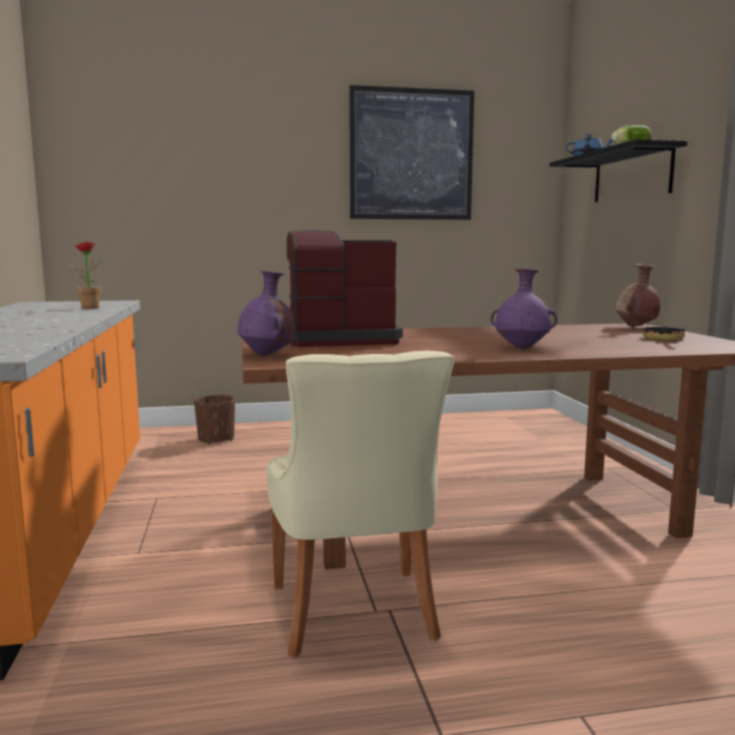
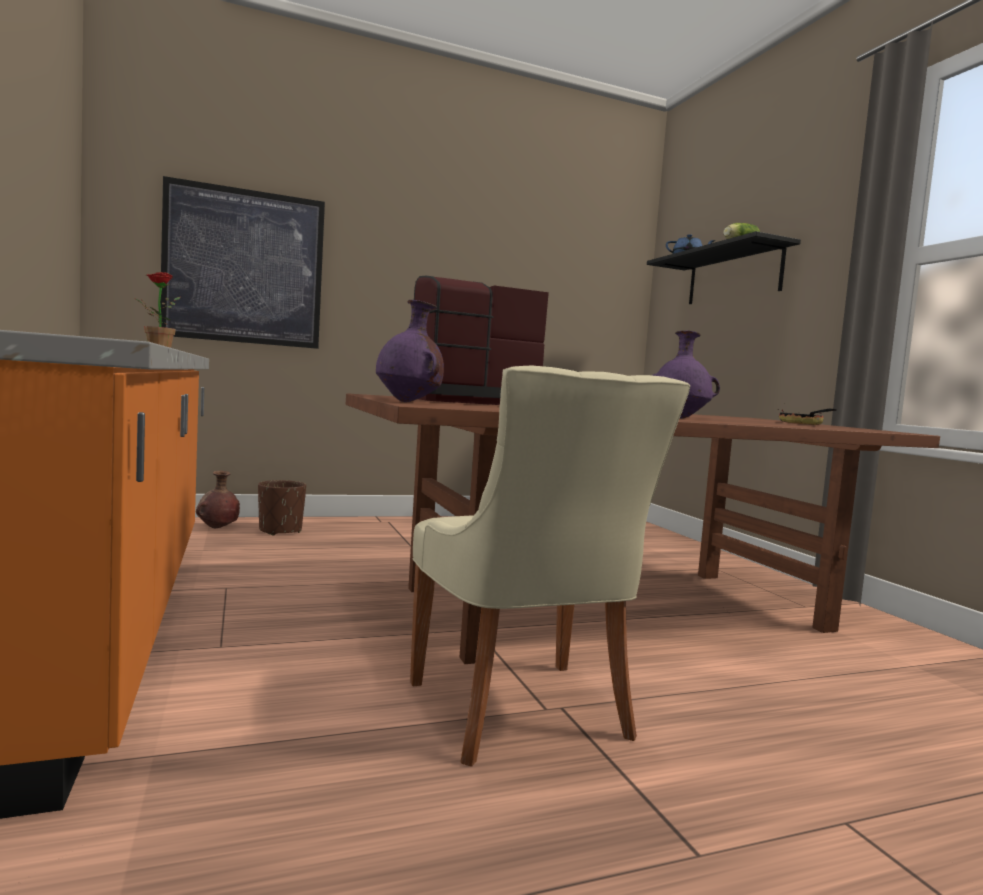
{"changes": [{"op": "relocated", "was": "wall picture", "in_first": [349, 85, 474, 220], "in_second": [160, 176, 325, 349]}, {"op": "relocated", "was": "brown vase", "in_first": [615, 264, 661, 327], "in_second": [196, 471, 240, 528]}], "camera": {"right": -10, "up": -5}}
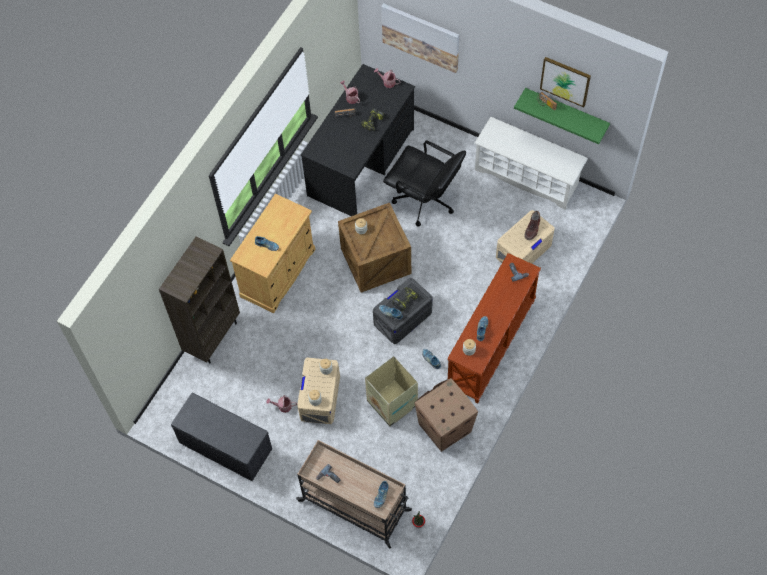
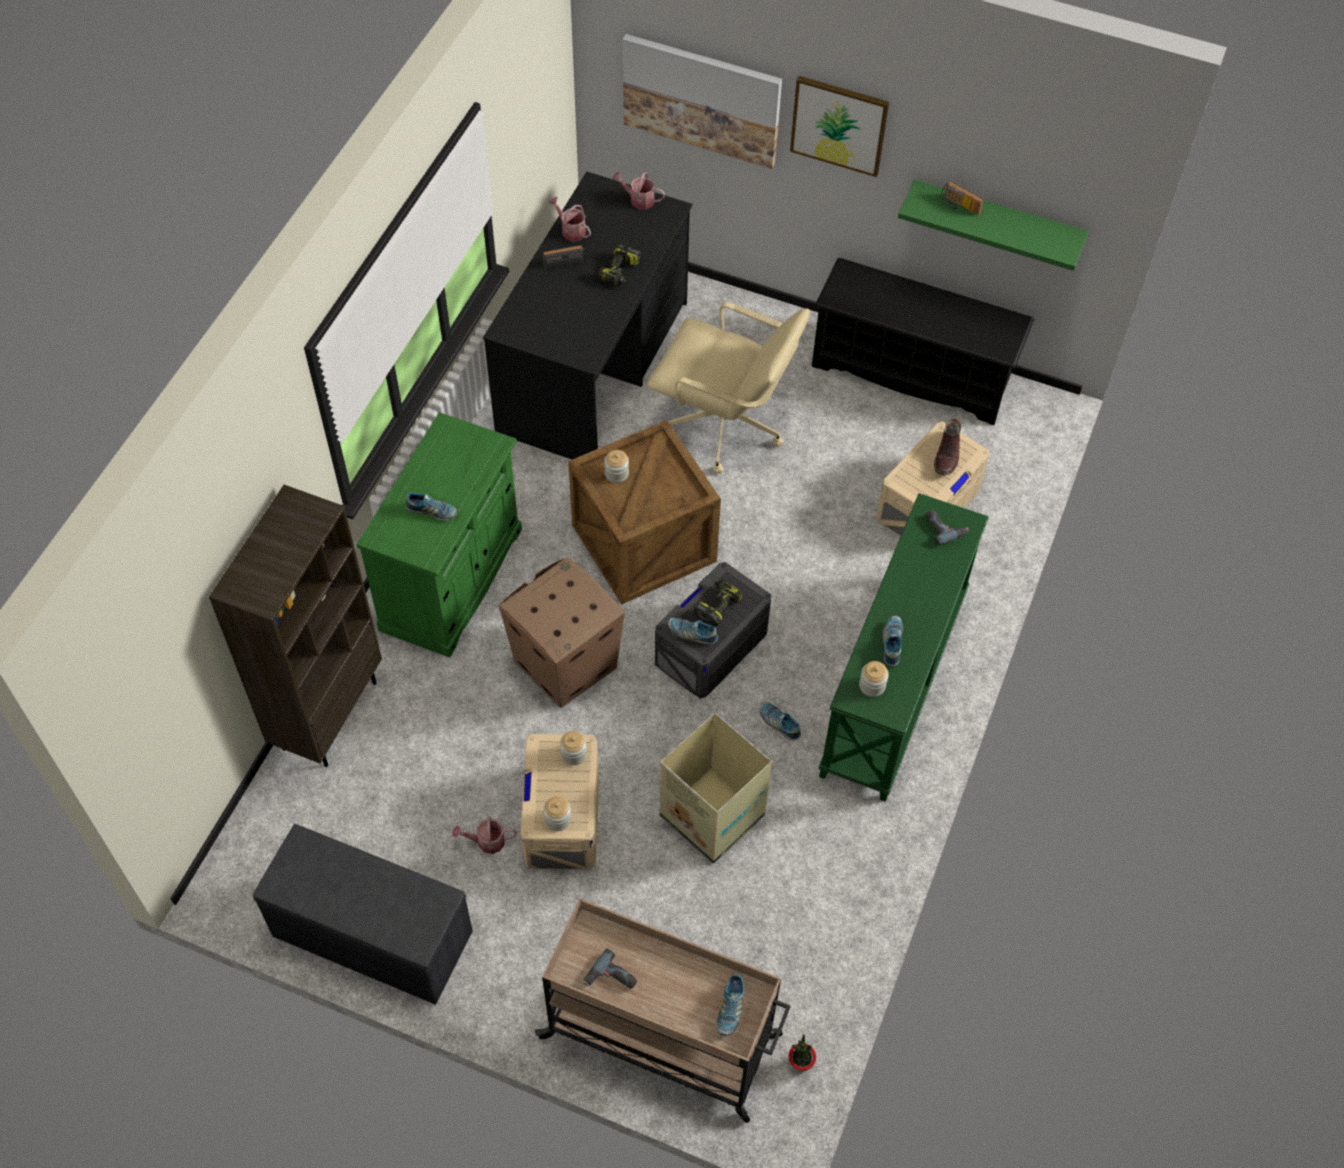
{"changes": [{"op": "colour", "was": "sand-coloured storage cabinet", "now": "green storage cabinet", "in_first": [230, 194, 315, 313], "in_second": [357, 412, 522, 657]}, {"op": "relocated", "was": "cardboard box", "in_first": [414, 378, 478, 452], "in_second": [499, 557, 625, 708]}, {"op": "colour", "was": "black computer chair", "now": "sand-coloured computer chair", "in_first": [383, 140, 466, 227], "in_second": [648, 302, 810, 474]}, {"op": "relocated", "was": "wall picture", "in_first": [540, 57, 591, 107], "in_second": [790, 76, 889, 177]}, {"op": "colour", "was": "white-coloured shoe shelf", "now": "black shoe shelf", "in_first": [475, 117, 588, 210], "in_second": [812, 258, 1034, 425]}, {"op": "colour", "was": "brown narrow table", "now": "green narrow table", "in_first": [447, 253, 541, 403], "in_second": [818, 493, 989, 802]}], "camera": {"right": -10, "up": -5}}
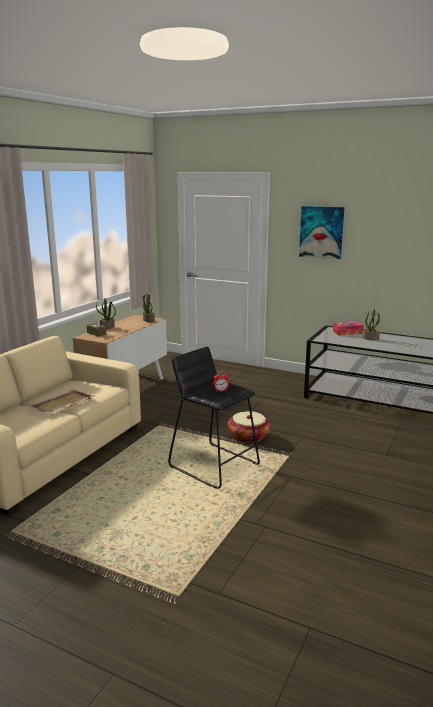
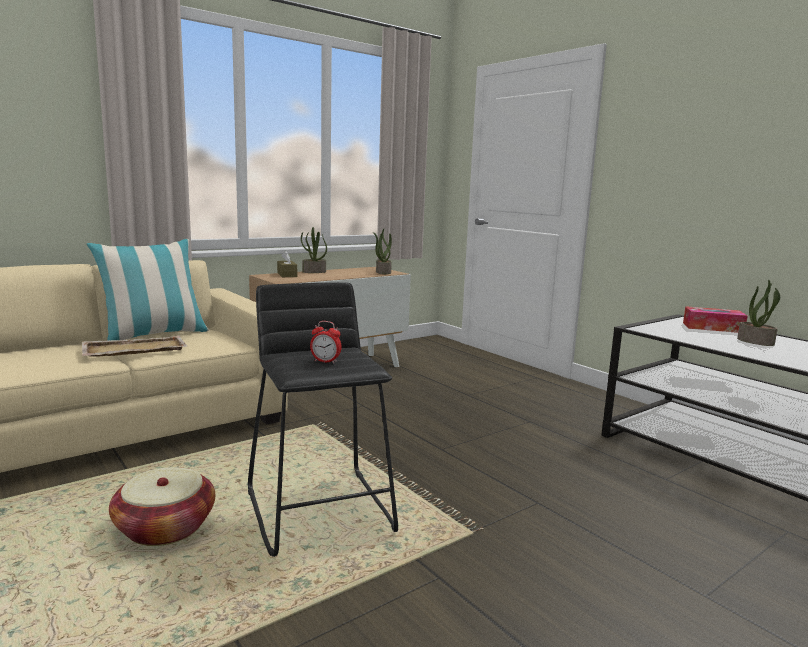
{"changes": [{"op": "appeared", "now": "cushion", "in_second": [87, 239, 209, 341]}, {"op": "relocated", "was": "household basket", "in_first": [228, 411, 270, 443], "in_second": [109, 467, 215, 546]}, {"op": "missing", "was": "wall picture", "in_first": [299, 206, 344, 259]}], "camera": {"right": 25, "up": -5}}
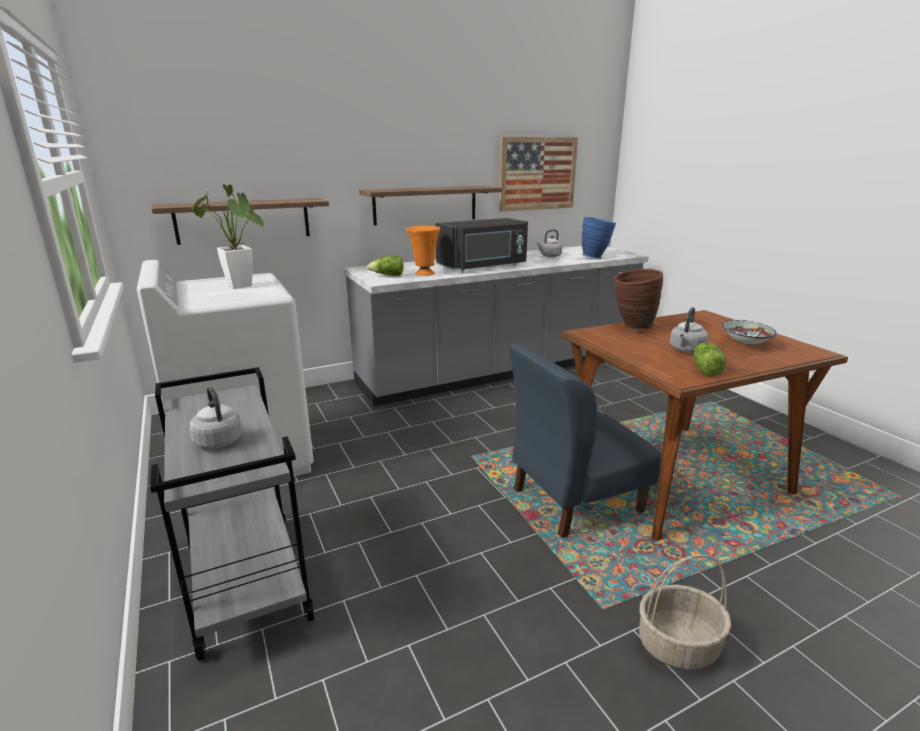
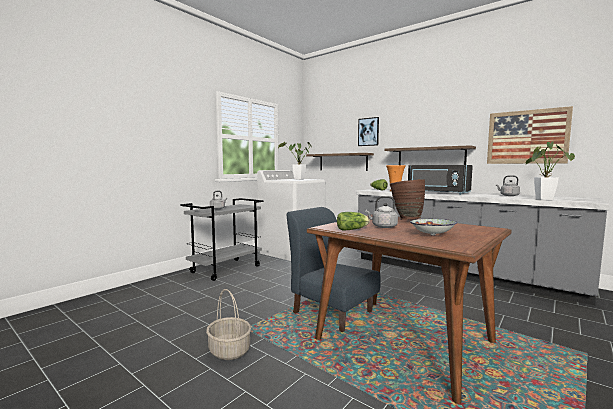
{"changes": [{"op": "appeared", "now": "wall picture", "in_second": [358, 117, 379, 146]}, {"op": "exchanged", "was": "blue-coloured vase", "now": "potted plant", "in_first": [582, 217, 616, 259], "in_second": [526, 141, 575, 200]}], "camera": {"right": 65, "up": -15}}
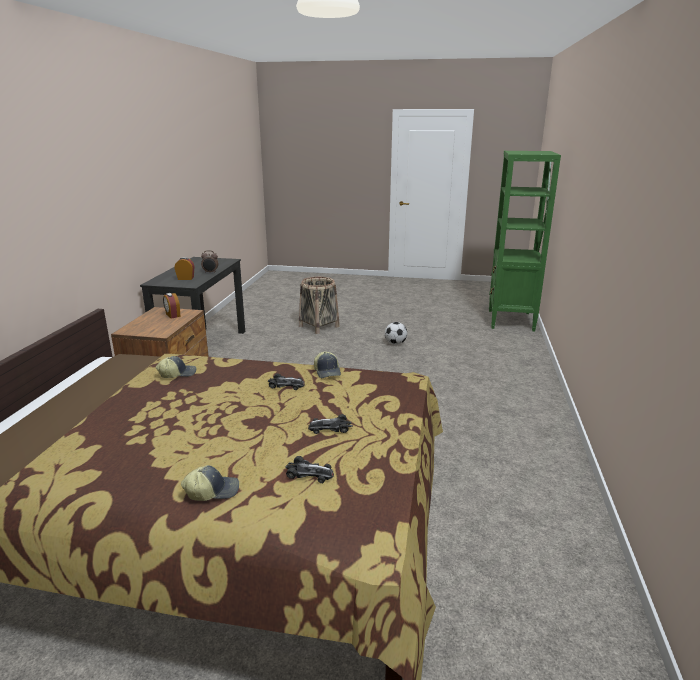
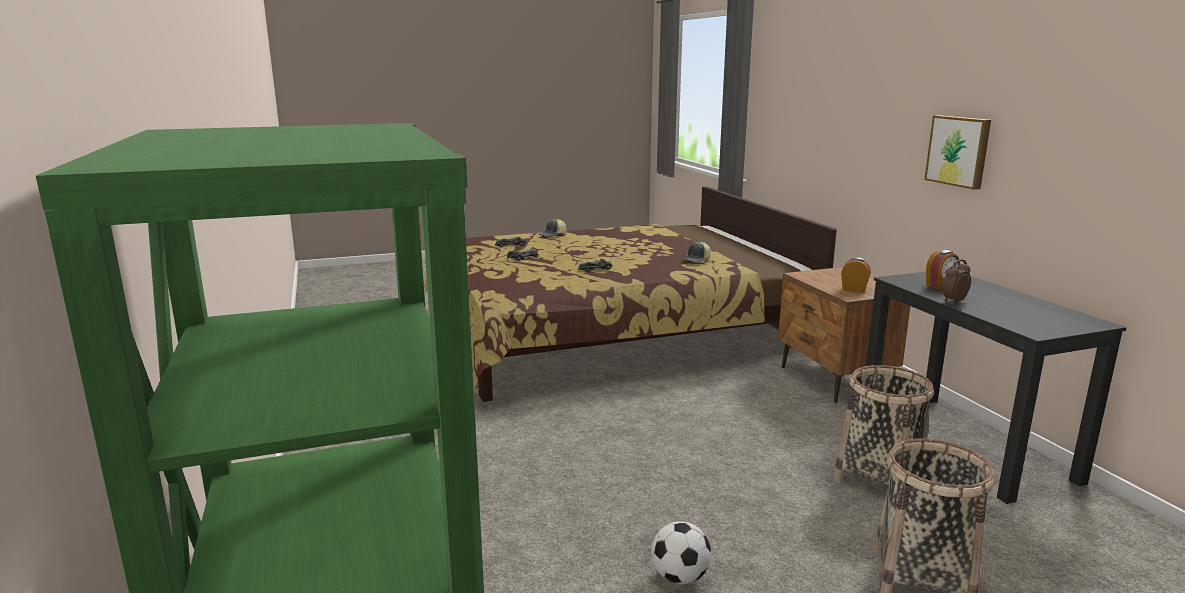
{"changes": [{"op": "appeared", "now": "household basket", "in_second": [833, 365, 934, 485]}, {"op": "appeared", "now": "wall picture", "in_second": [924, 115, 991, 190]}, {"op": "missing", "was": "cap", "in_first": [314, 352, 341, 378]}], "camera": {"right": 150, "up": -5}}
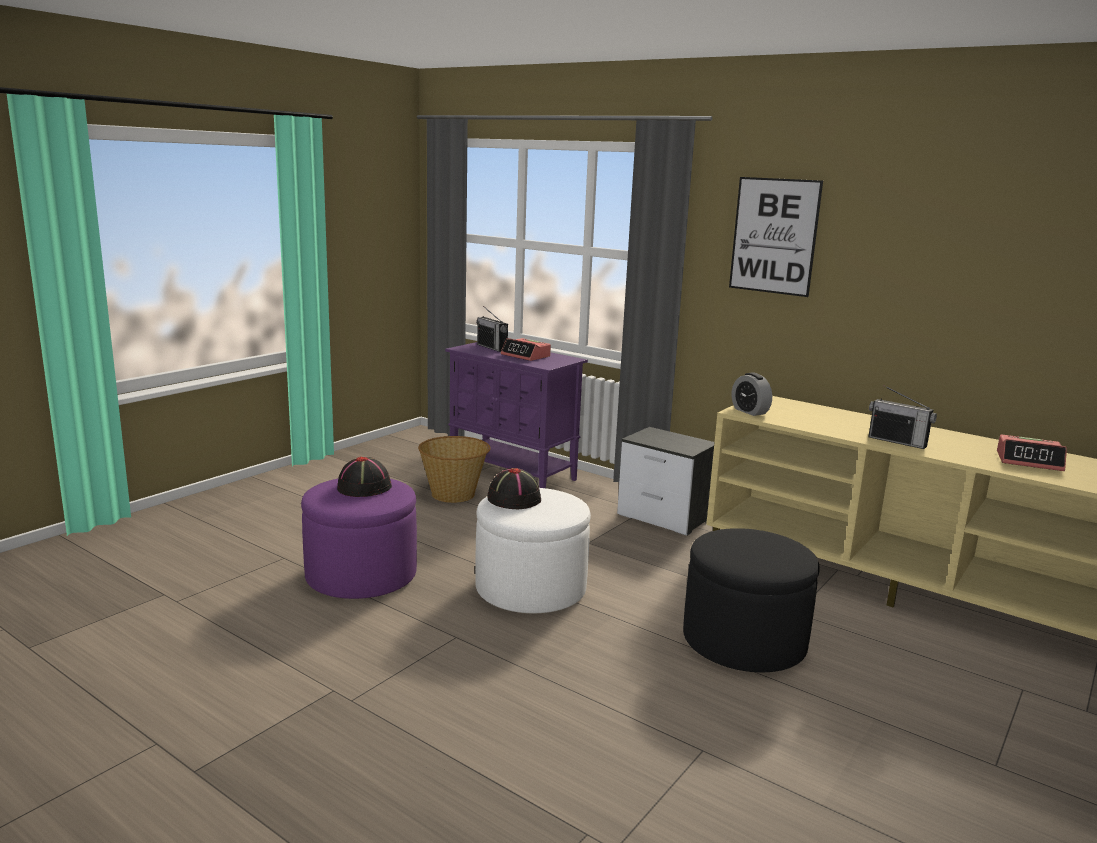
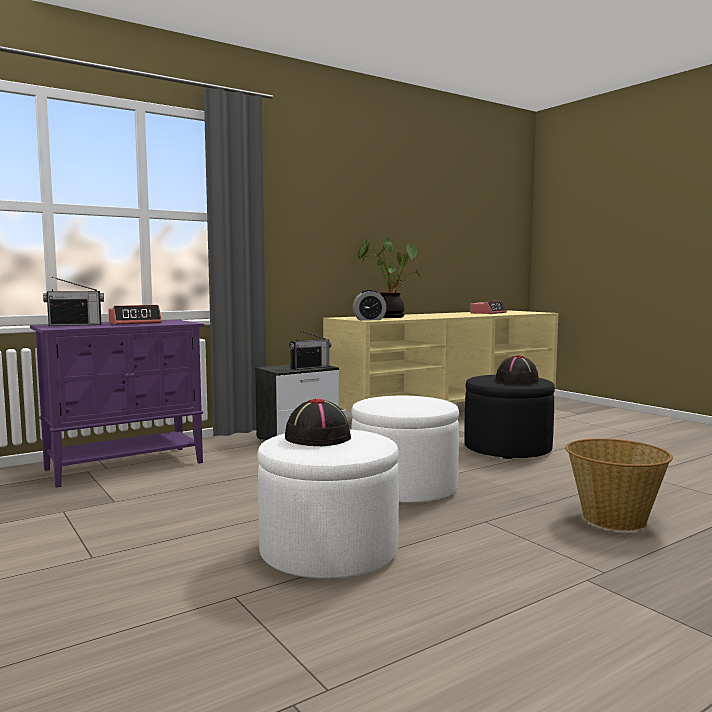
{"changes": [{"op": "colour", "was": "purple ottoman", "now": "white-coloured ottoman", "in_first": [301, 479, 417, 599], "in_second": [257, 429, 399, 579]}, {"op": "relocated", "was": "radio receiver", "in_first": [869, 385, 937, 449], "in_second": [289, 329, 331, 370]}, {"op": "appeared", "now": "potted plant", "in_second": [358, 237, 422, 318]}, {"op": "relocated", "was": "black hat", "in_first": [487, 468, 541, 509], "in_second": [495, 355, 539, 383]}, {"op": "relocated", "was": "household basket", "in_first": [418, 436, 491, 503], "in_second": [565, 439, 673, 531]}, {"op": "missing", "was": "wall picture", "in_first": [729, 177, 823, 297]}], "camera": {"right": -70, "up": -10}}
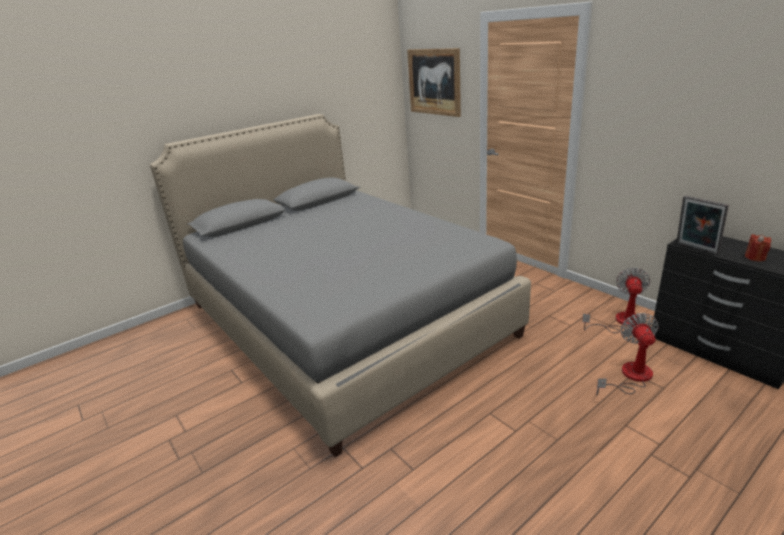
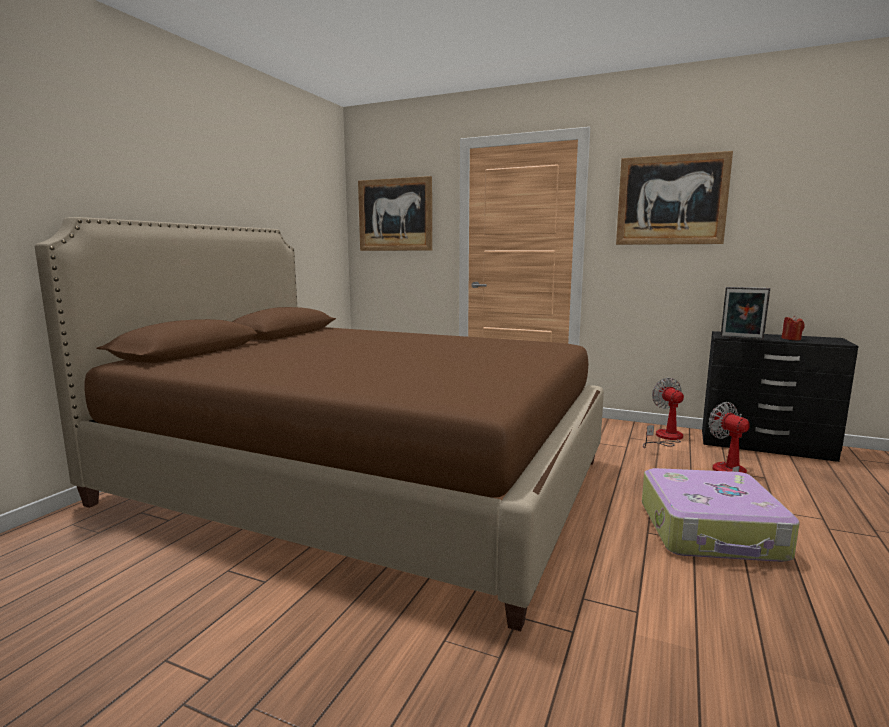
{"changes": [{"op": "colour", "was": "grey sleeping bed", "now": "brown sleeping bed", "in_first": [150, 114, 531, 457], "in_second": [35, 217, 604, 632]}, {"op": "appeared", "now": "wall picture", "in_second": [616, 151, 733, 245]}, {"op": "appeared", "now": "travel case", "in_second": [642, 468, 800, 562]}], "camera": {"right": -30, "up": -15}}
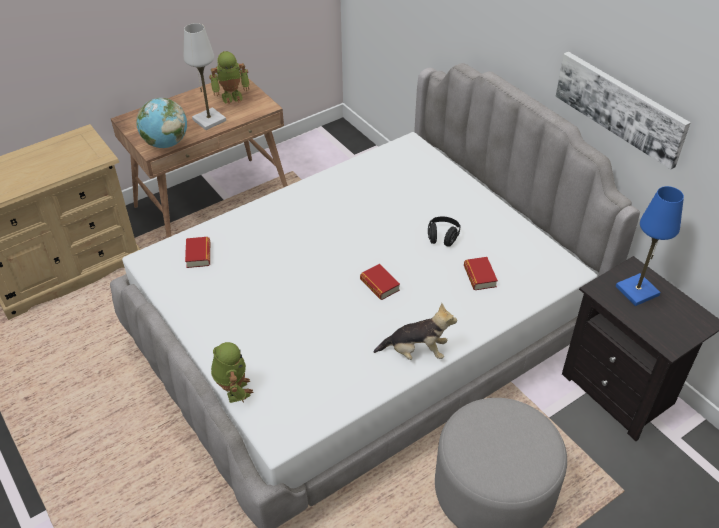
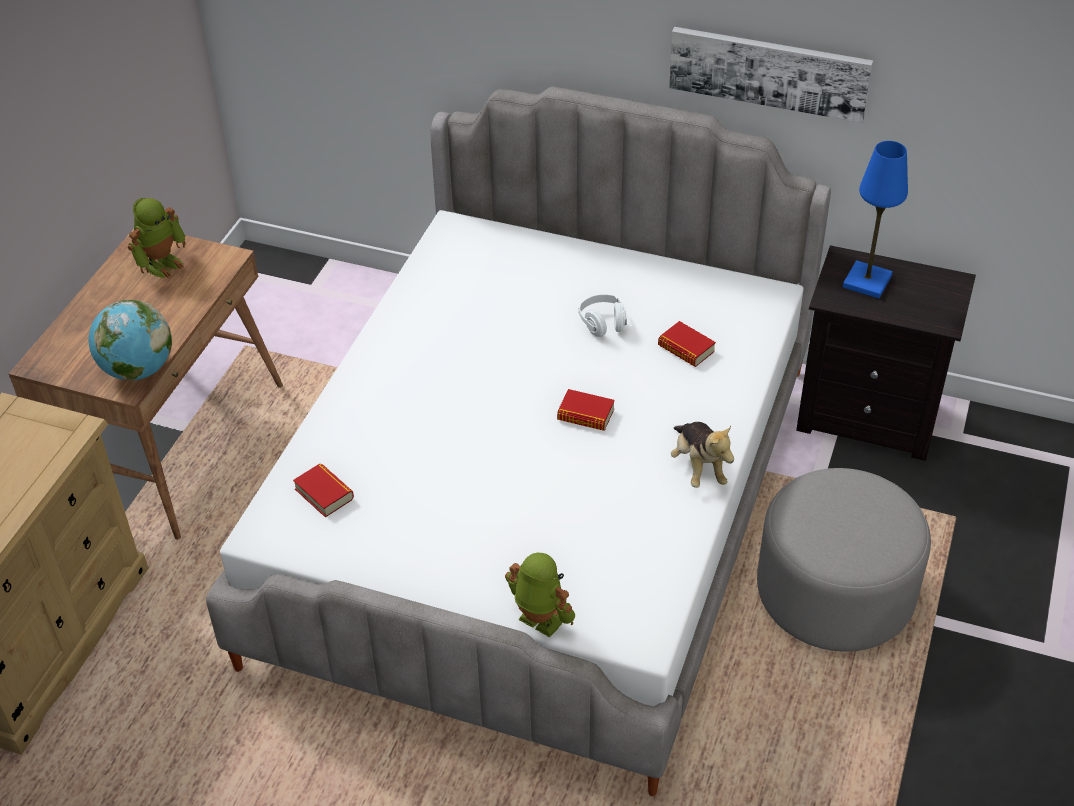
{"changes": [{"op": "colour", "was": "black pair of headphones", "now": "white-coloured pair of headphones", "in_first": [428, 216, 460, 247], "in_second": [579, 295, 627, 337]}, {"op": "spun", "was": "plush toy", "in_first": [374, 303, 457, 360], "in_second": [671, 422, 734, 488], "clockwise": 105}, {"op": "missing", "was": "white-coloured table lamp", "in_first": [184, 23, 226, 130]}], "camera": {"right": -35, "up": 0}}
